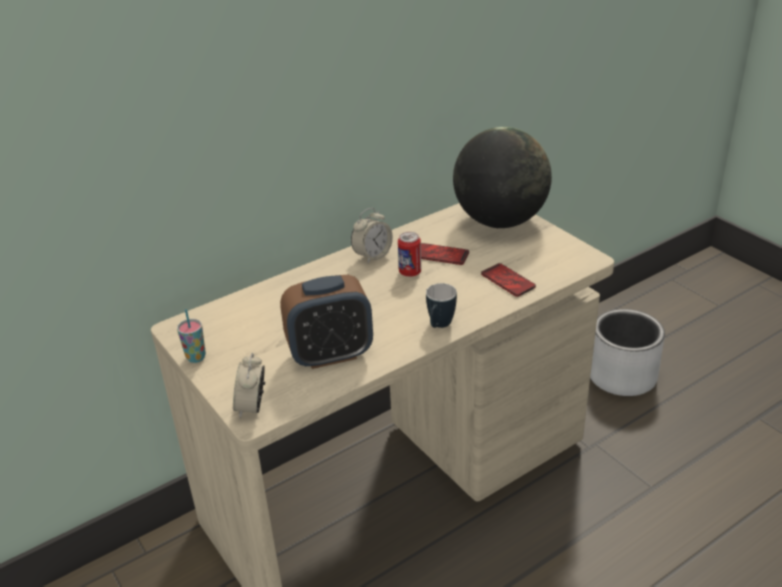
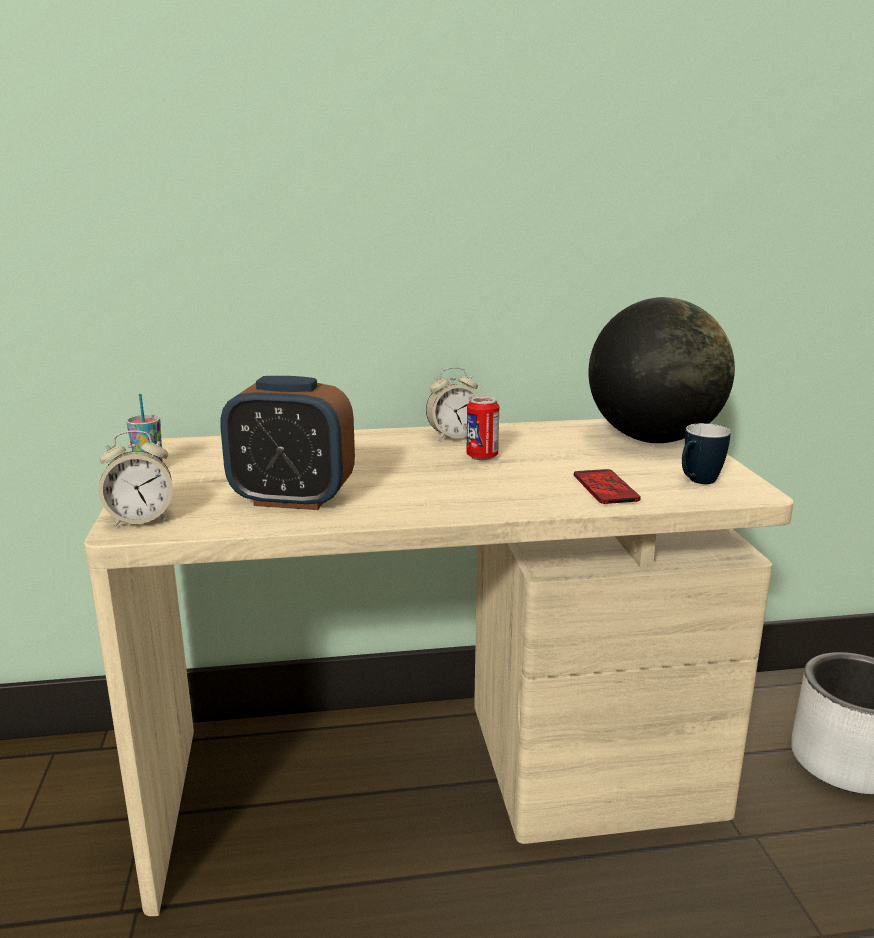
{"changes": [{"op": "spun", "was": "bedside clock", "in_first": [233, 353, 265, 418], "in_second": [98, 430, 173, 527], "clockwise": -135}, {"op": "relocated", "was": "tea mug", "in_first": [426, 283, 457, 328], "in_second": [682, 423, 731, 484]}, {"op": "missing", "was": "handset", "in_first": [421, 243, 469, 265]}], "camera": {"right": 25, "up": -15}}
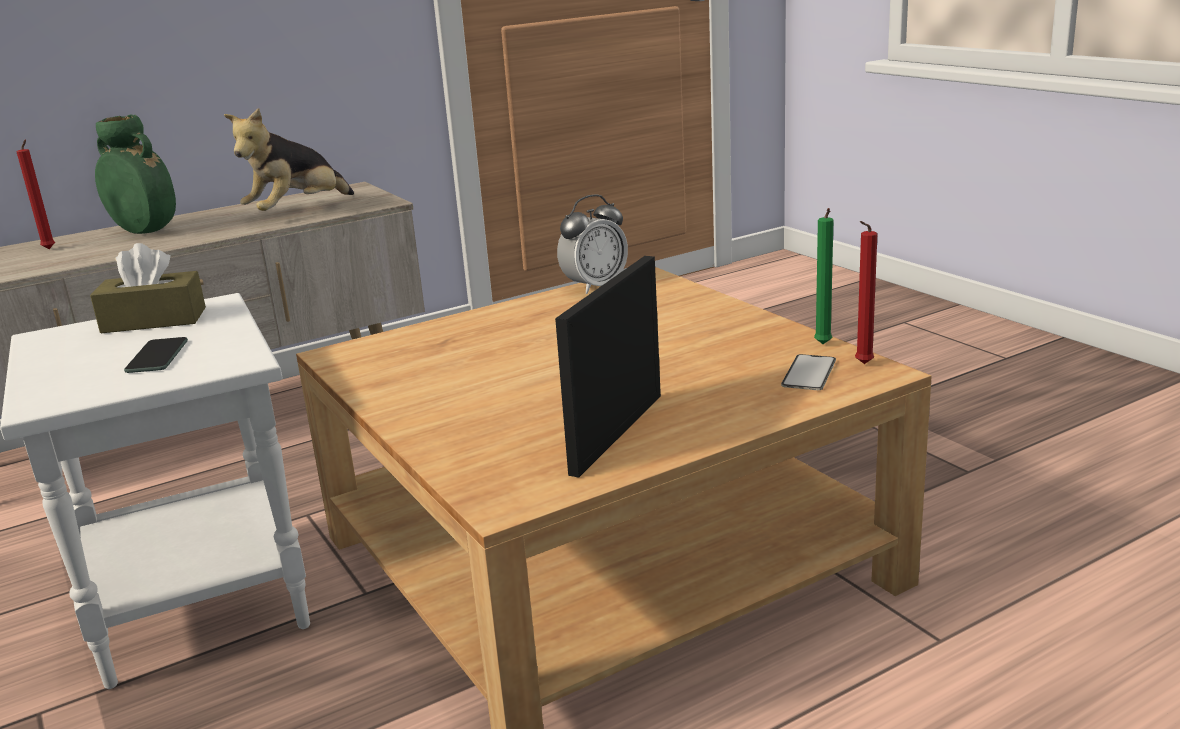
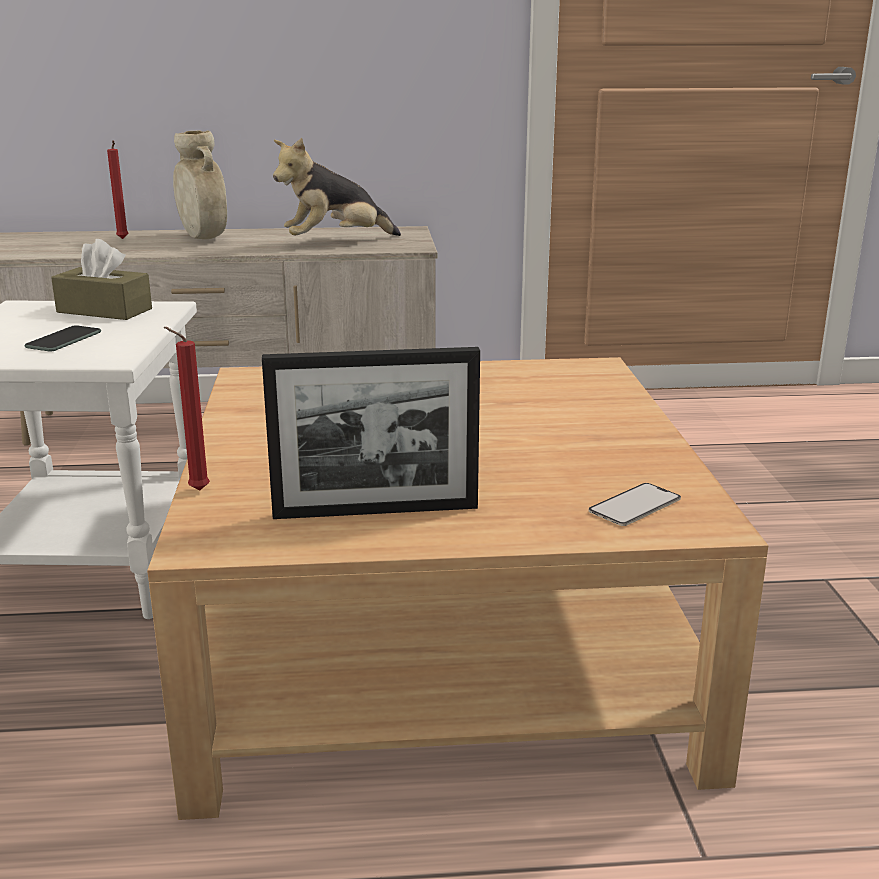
{"changes": [{"op": "relocated", "was": "reddish wax candle", "in_first": [855, 221, 877, 364], "in_second": [164, 327, 210, 491]}, {"op": "colour", "was": "green vase", "now": "sand-coloured vase", "in_first": [95, 114, 176, 234], "in_second": [173, 130, 227, 239]}, {"op": "spun", "was": "photo frame", "in_first": [555, 256, 661, 478], "in_second": [262, 347, 480, 519], "clockwise": -150}, {"op": "missing", "was": "bedside clock", "in_first": [557, 195, 628, 294]}, {"op": "missing", "was": "green wax candle", "in_first": [814, 208, 834, 344]}], "camera": {"right": 25, "up": 0}}
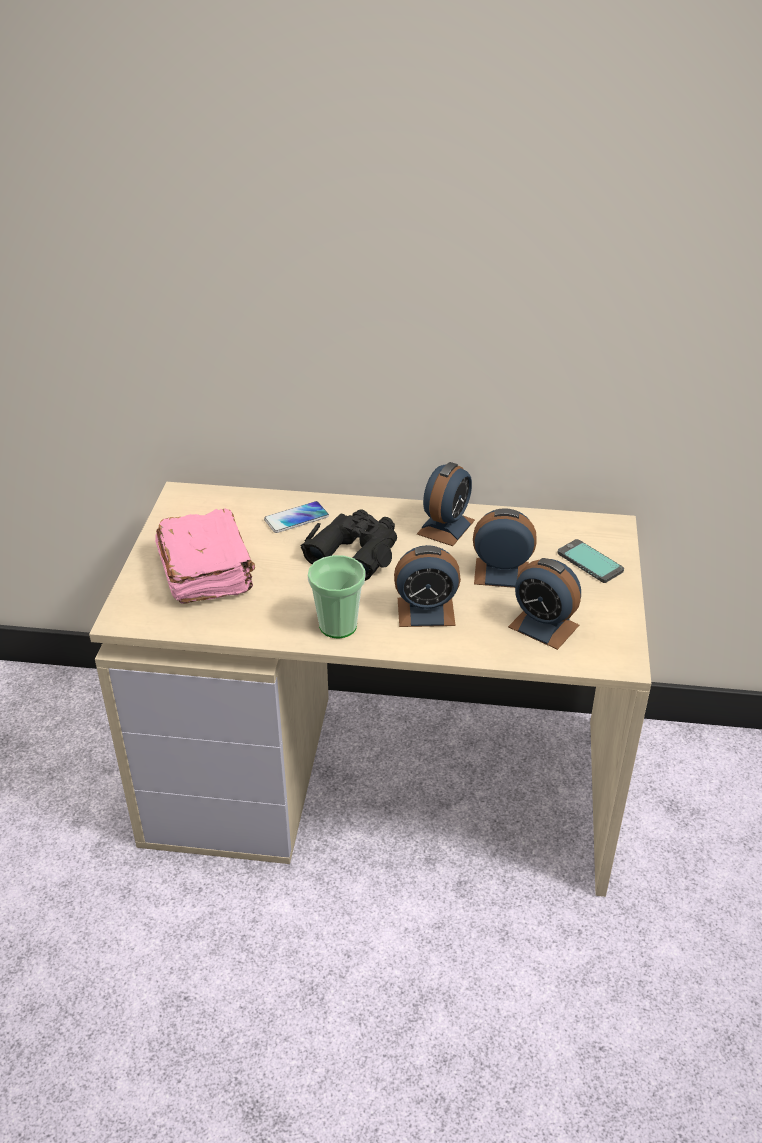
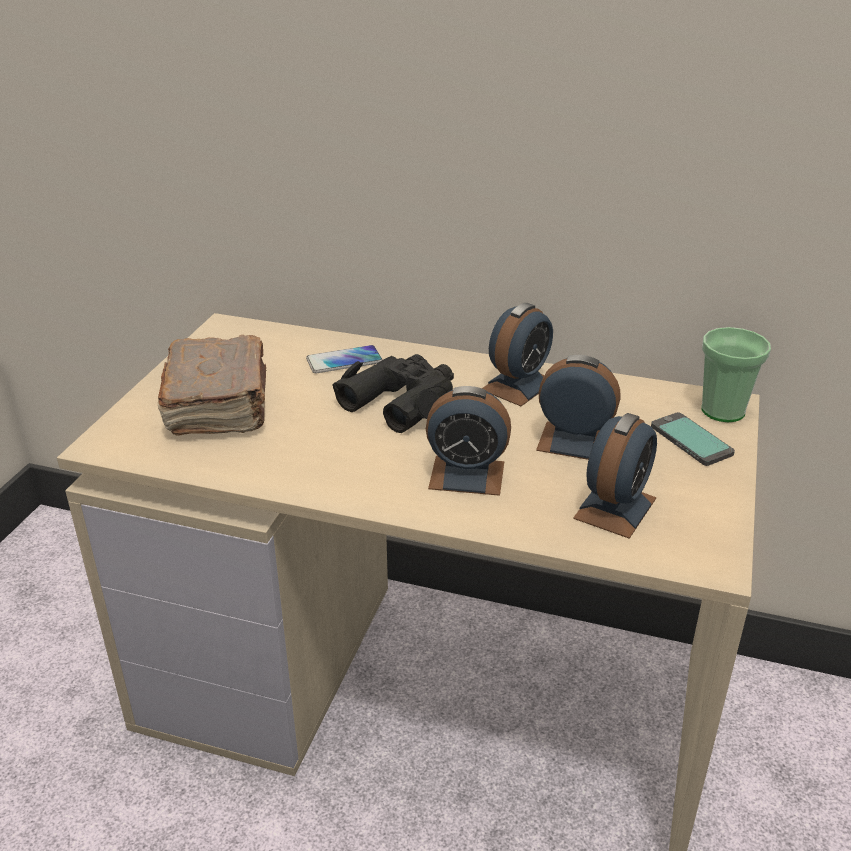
{"changes": [{"op": "colour", "was": "pinkish book", "now": "brown book", "in_first": [155, 508, 255, 604], "in_second": [158, 335, 267, 435]}, {"op": "spun", "was": "bedside clock", "in_first": [508, 558, 581, 650], "in_second": [573, 413, 657, 539], "clockwise": -105}, {"op": "relocated", "was": "small cup", "in_first": [308, 555, 366, 638], "in_second": [701, 327, 771, 422]}], "camera": {"right": 10, "up": -5}}
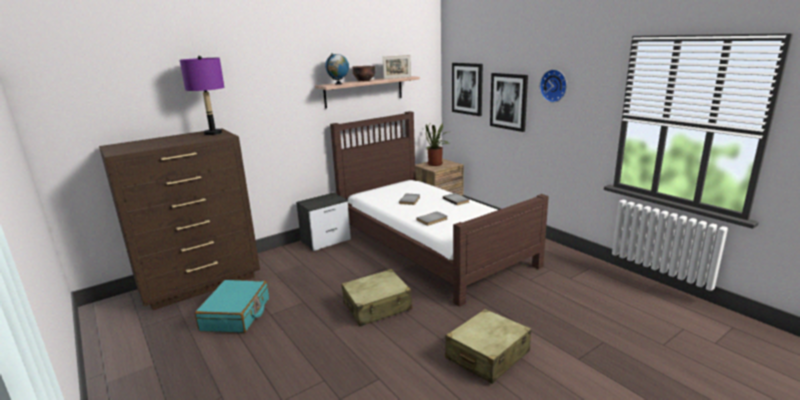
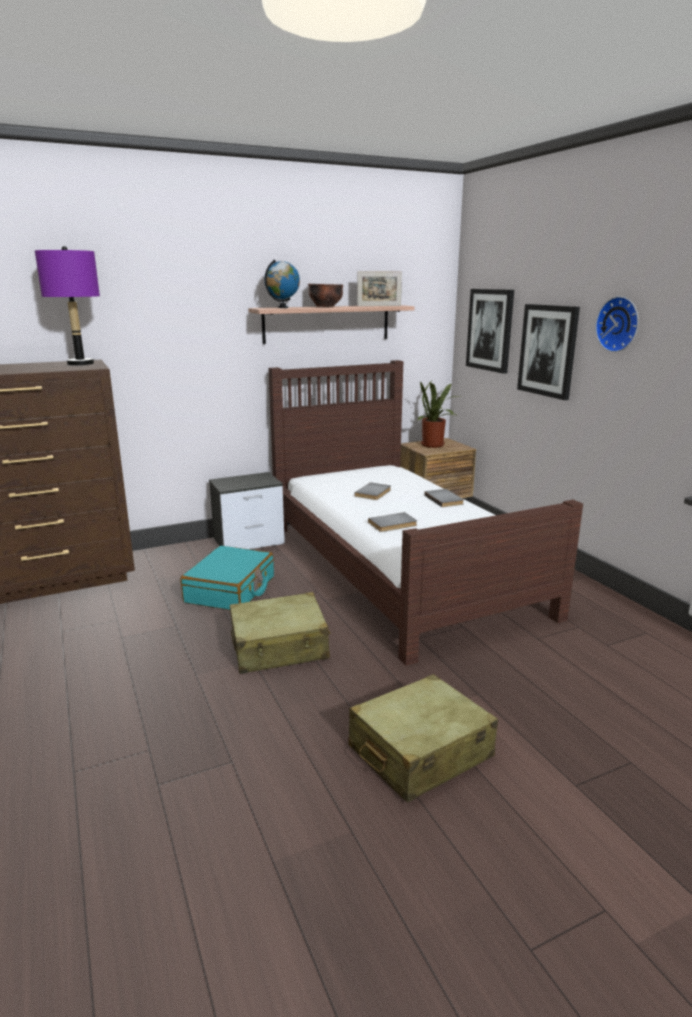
{"changes": [{"op": "relocated", "was": "turquoise travel case", "in_first": [195, 280, 269, 333], "in_second": [180, 546, 274, 610]}], "camera": {"right": 10, "up": 0}}
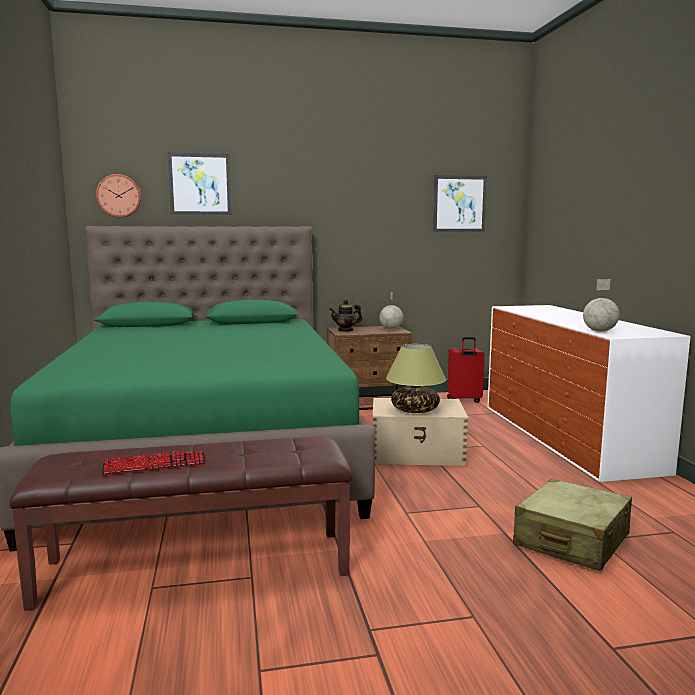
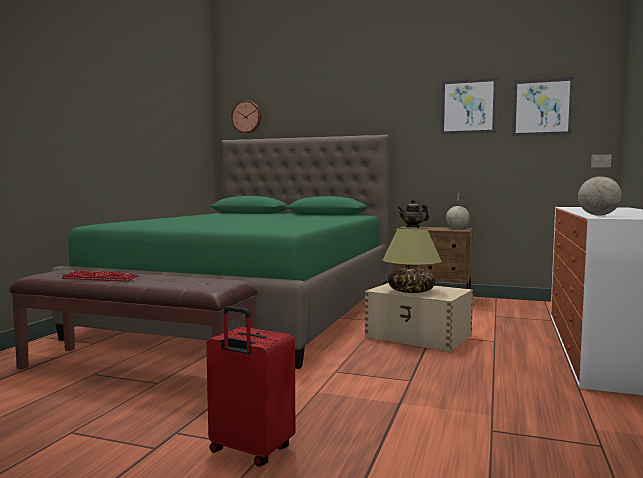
{"changes": [{"op": "relocated", "was": "reddish travel case", "in_first": [447, 337, 485, 403], "in_second": [206, 306, 295, 467]}, {"op": "relocated", "was": "wall picture", "in_first": [167, 152, 232, 215], "in_second": [441, 77, 497, 135]}, {"op": "missing", "was": "sand-coloured travel case", "in_first": [513, 478, 632, 571]}], "camera": {"right": 30, "up": -5}}
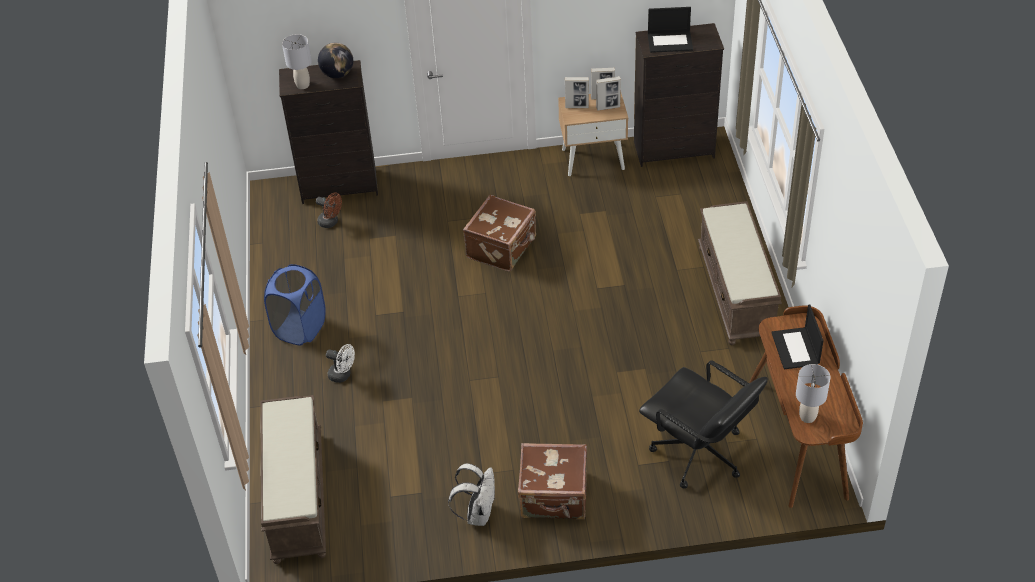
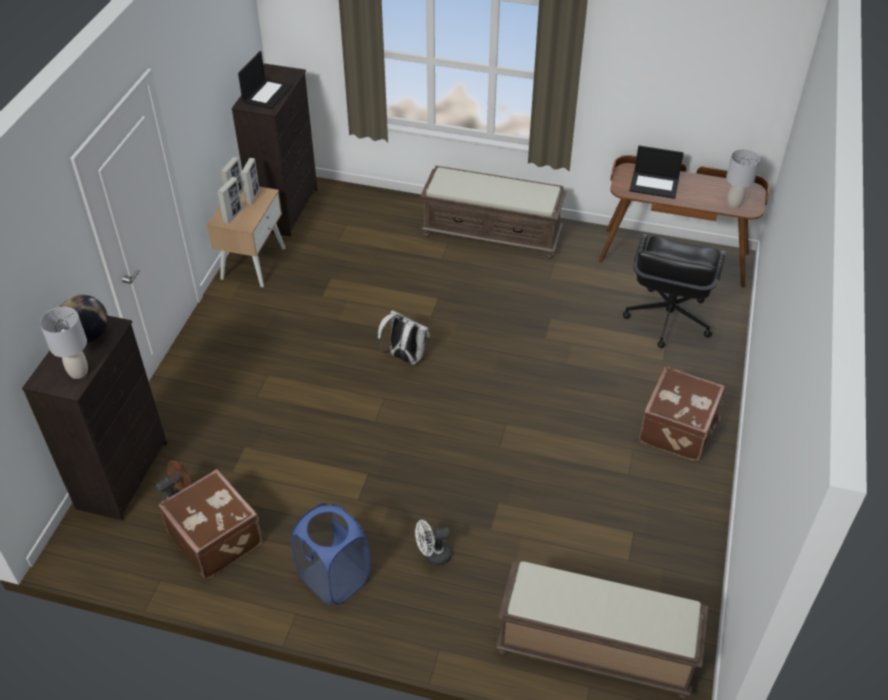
{"changes": [{"op": "relocated", "was": "brown travel case", "in_first": [463, 195, 536, 271], "in_second": [159, 469, 262, 579]}, {"op": "relocated", "was": "white-coloured backpack", "in_first": [448, 463, 496, 526], "in_second": [377, 310, 430, 365]}, {"op": "spun", "was": "white-coloured cooling fan", "in_first": [326, 344, 355, 383], "in_second": [415, 520, 452, 566], "clockwise": -150}, {"op": "spun", "was": "black computer chair", "in_first": [639, 360, 768, 489], "in_second": [623, 233, 726, 348], "clockwise": 135}], "camera": {"right": -70, "up": 0}}
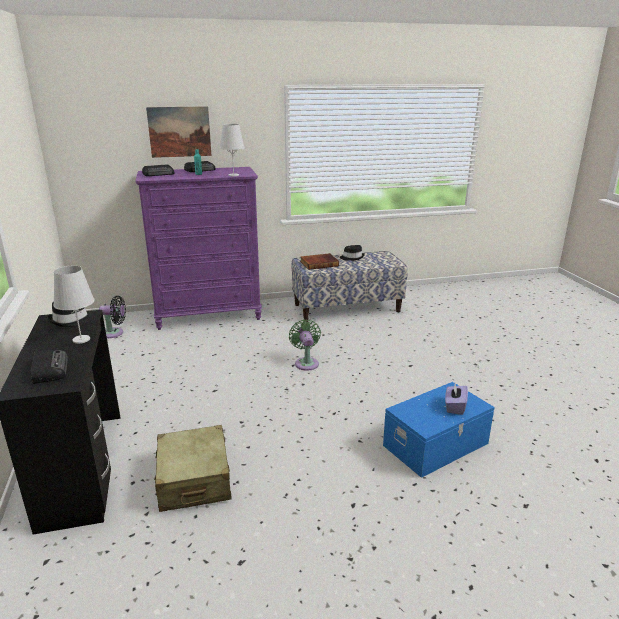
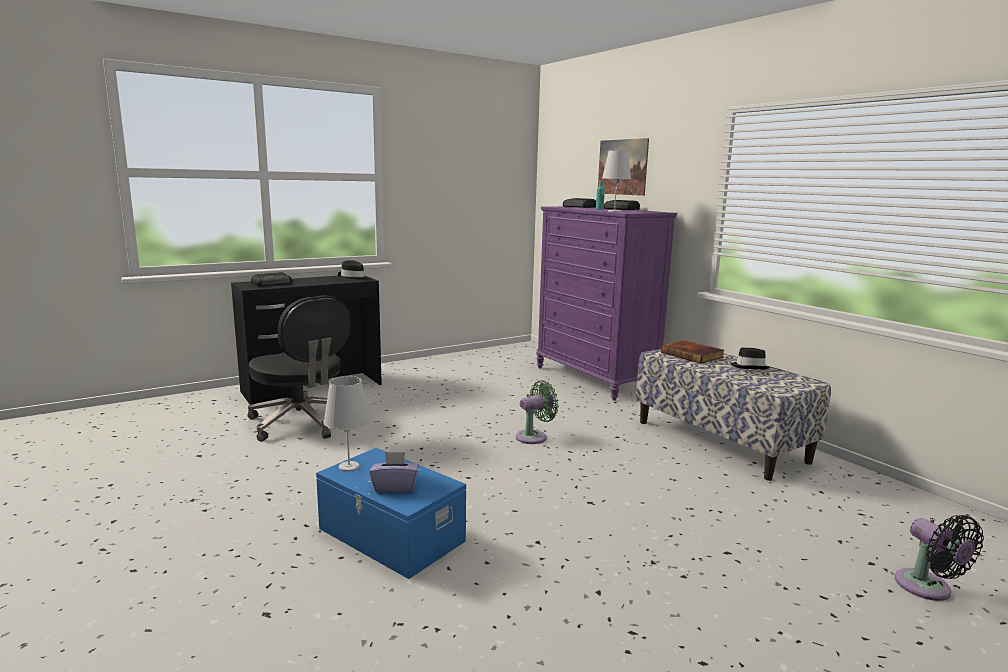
{"changes": [{"op": "exchanged", "was": "sand-coloured travel case", "now": "black computer chair", "in_first": [154, 425, 232, 512], "in_second": [248, 295, 350, 442]}, {"op": "relocated", "was": "white-coloured table lamp", "in_first": [53, 266, 95, 344], "in_second": [323, 376, 371, 472]}, {"op": "relocated", "was": "black cooling fan", "in_first": [99, 296, 126, 338], "in_second": [895, 515, 984, 601]}], "camera": {"right": 70, "up": -10}}
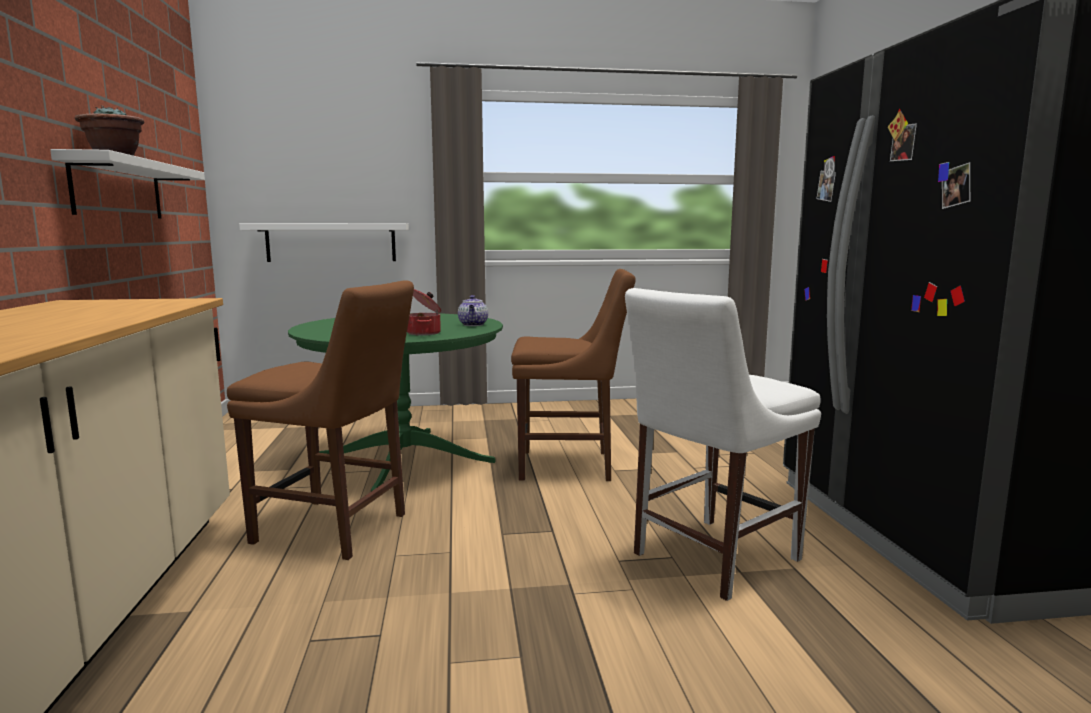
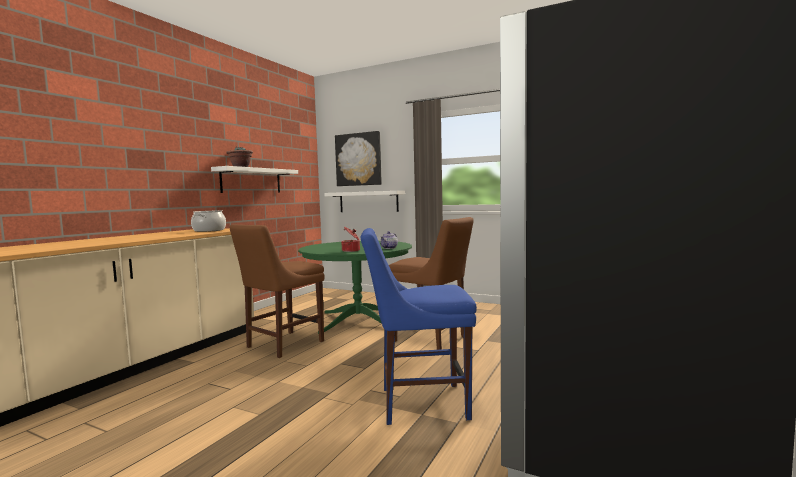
{"changes": [{"op": "appeared", "now": "stockpot", "in_second": [191, 210, 226, 232]}, {"op": "spun", "was": "brown plain chair", "in_first": [227, 280, 414, 560], "in_second": [229, 224, 325, 358], "clockwise": 75}, {"op": "appeared", "now": "wall picture", "in_second": [335, 131, 382, 186]}, {"op": "colour", "was": "white-coloured plain chair", "now": "blue-coloured plain chair", "in_first": [625, 288, 821, 601], "in_second": [361, 228, 477, 425]}], "camera": {"right": 35, "up": -5}}
